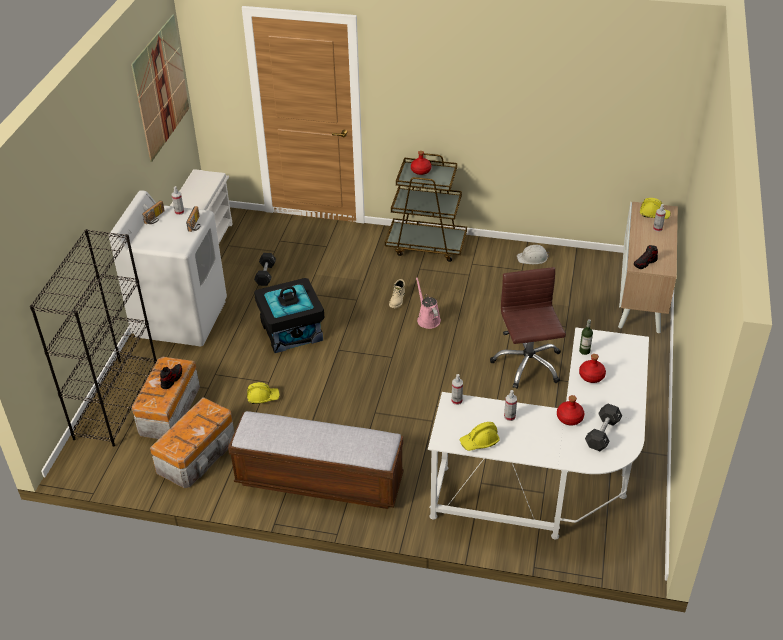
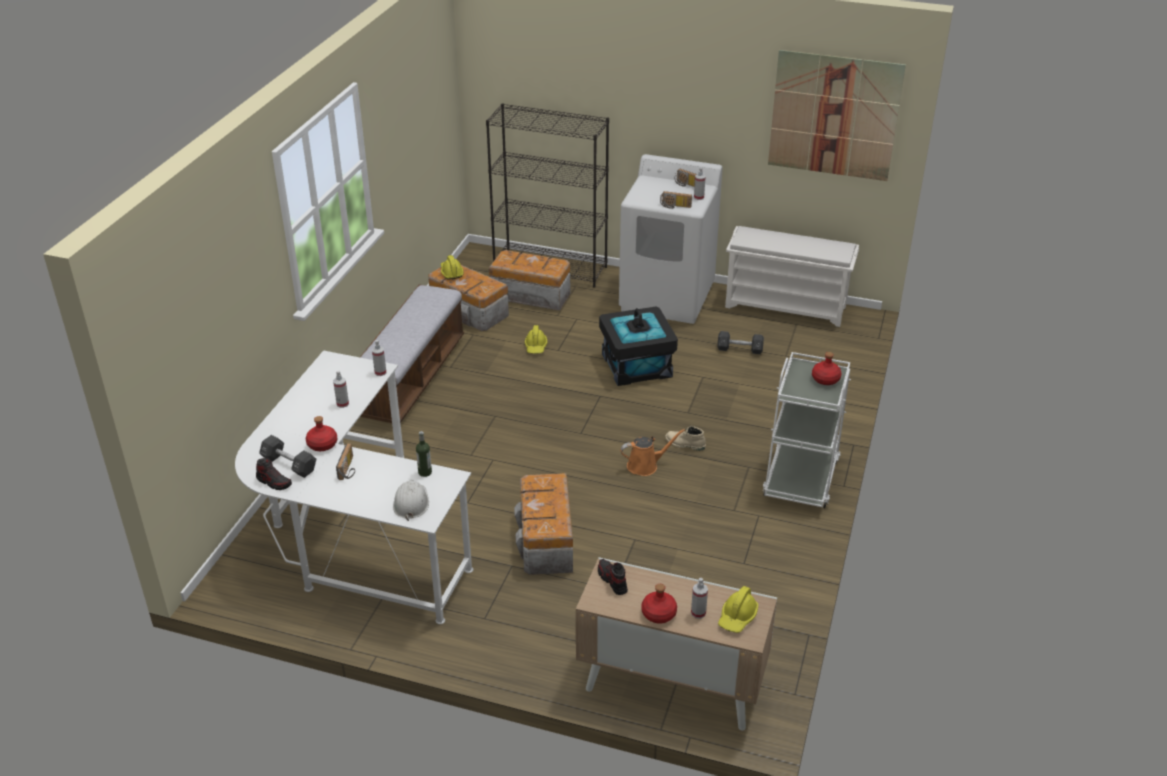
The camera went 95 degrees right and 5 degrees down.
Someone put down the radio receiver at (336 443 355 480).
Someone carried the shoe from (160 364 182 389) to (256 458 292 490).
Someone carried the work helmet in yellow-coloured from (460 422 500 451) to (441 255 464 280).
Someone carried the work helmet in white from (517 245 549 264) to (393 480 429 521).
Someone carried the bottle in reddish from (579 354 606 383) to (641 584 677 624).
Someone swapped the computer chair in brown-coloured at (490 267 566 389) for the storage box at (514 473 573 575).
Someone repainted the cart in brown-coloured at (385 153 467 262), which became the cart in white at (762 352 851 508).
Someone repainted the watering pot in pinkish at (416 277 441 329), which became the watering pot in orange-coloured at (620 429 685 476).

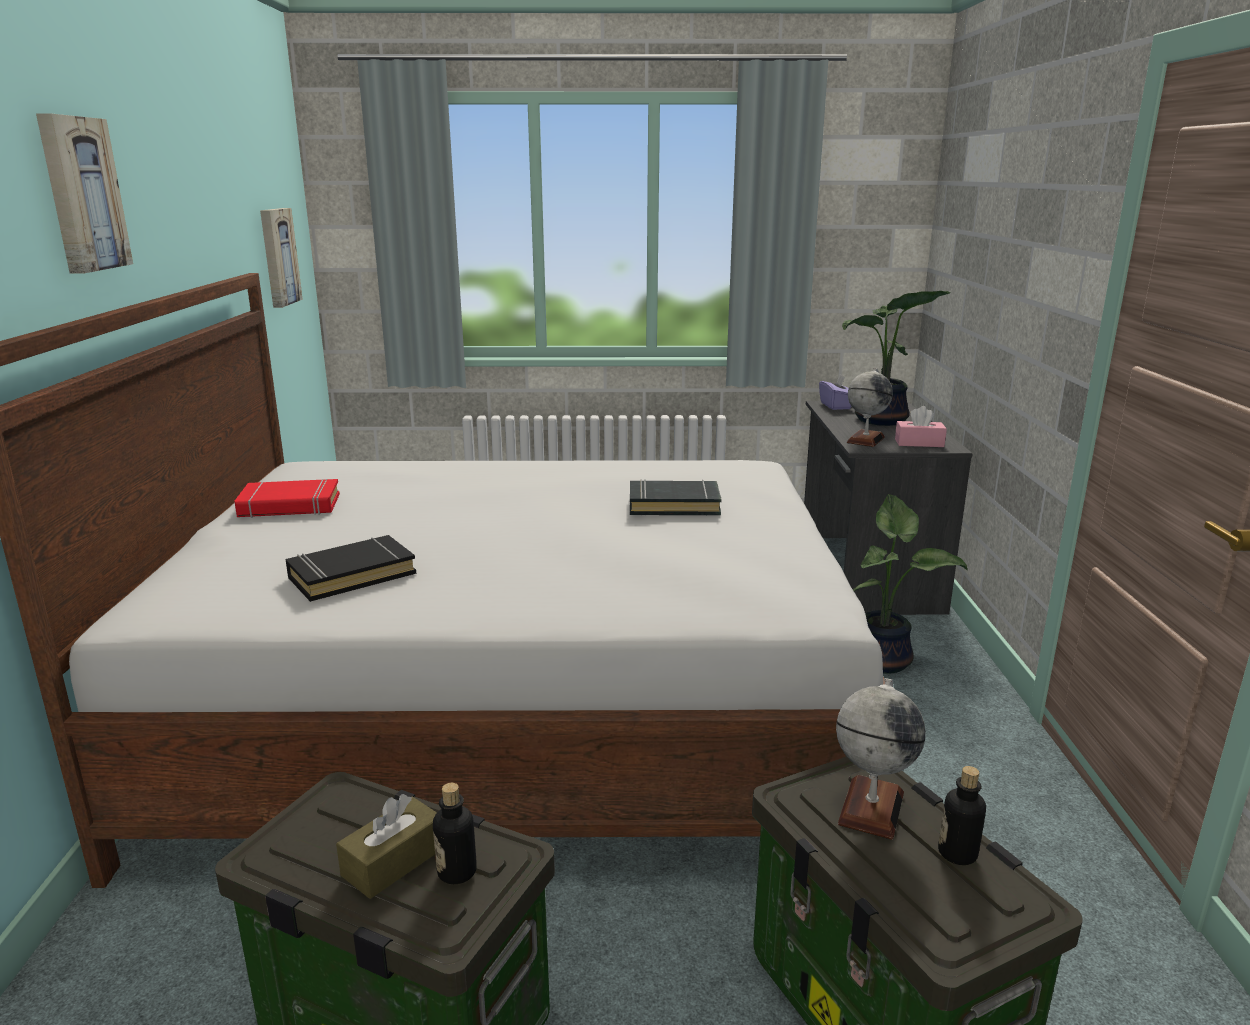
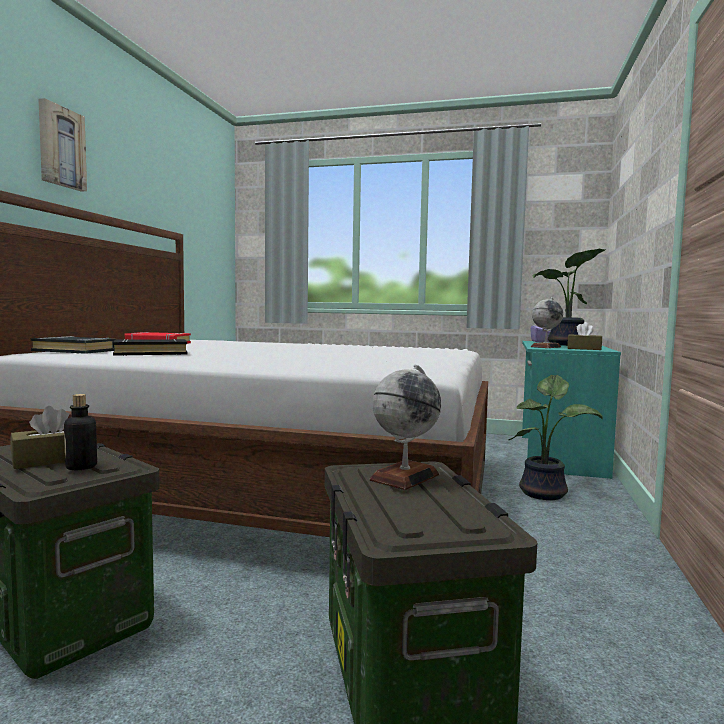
The camera went 15 degrees right and 15 degrees down.
Someone took away the picture at (260 208 303 308).
Someone took away the bottle at (938 766 986 865).
Someone carried the book in blackish from (630 480 722 516) to (31 336 116 354).
Someone repainted the desk in grey at (804 401 973 615), which became the desk in blue-green at (522 341 621 479).
Someone repainted the tissue holder in pinkish at (895 406 947 447), which became the tissue holder in brown-coloured at (567 322 602 350).

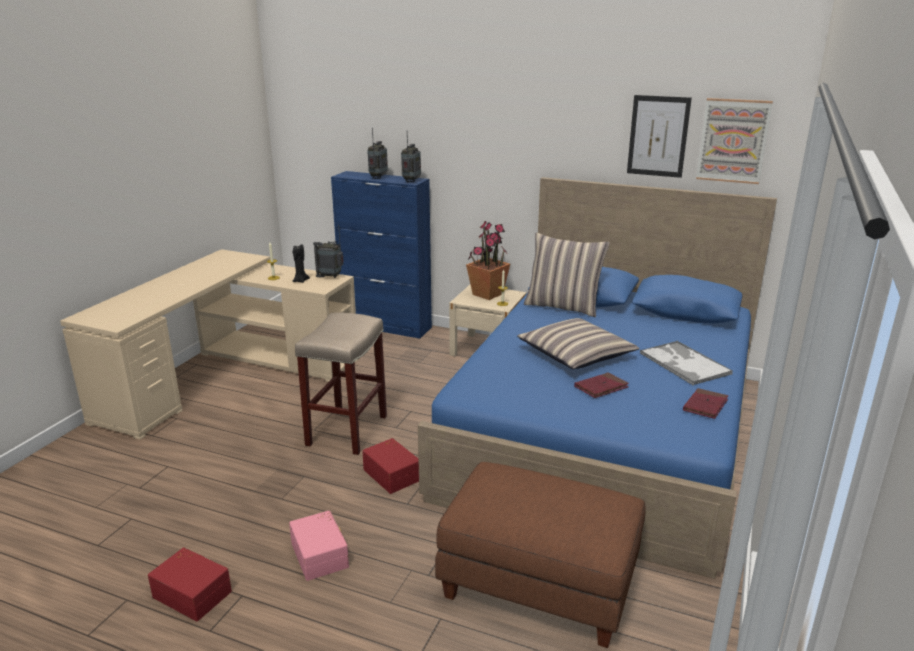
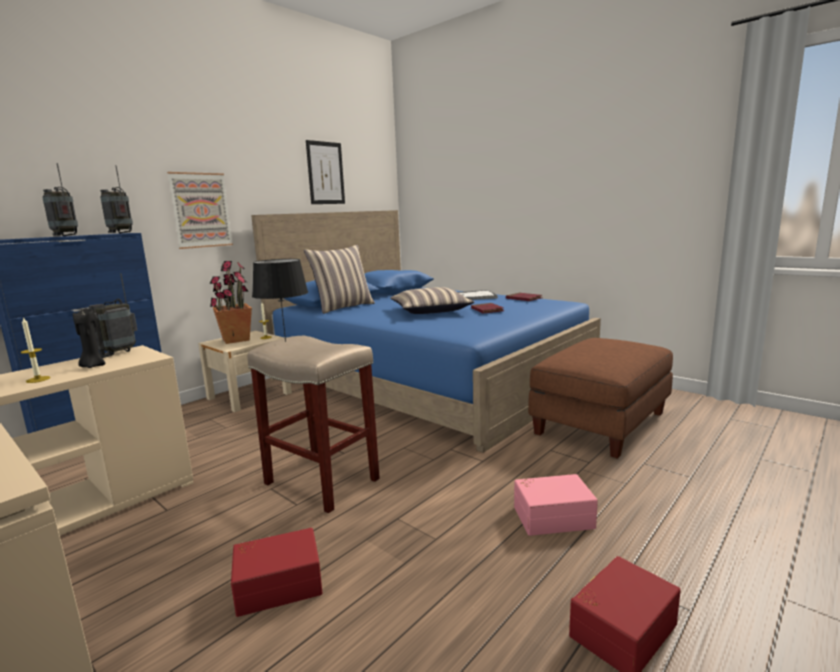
The camera went 70 degrees left and 10 degrees down.
Someone put down the tabletop lamp in blackish at (252 259 308 342).
Someone carried the storage box in reddish from (362 438 419 494) to (231 528 322 617).
Someone carried the picture from (696 98 773 184) to (167 172 233 249).

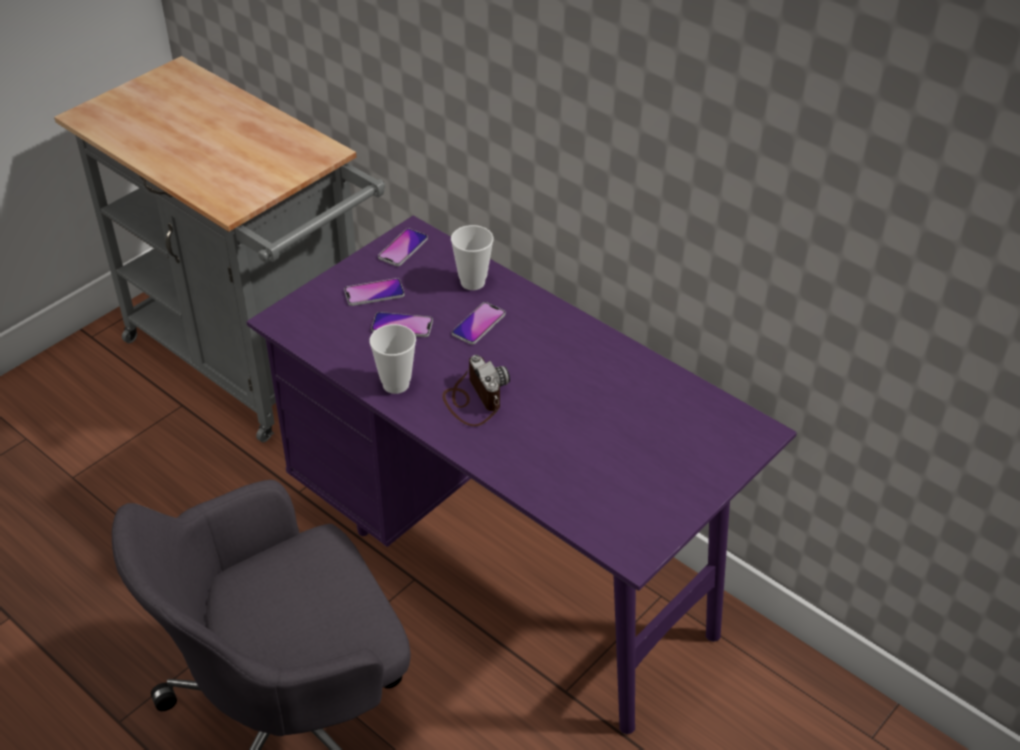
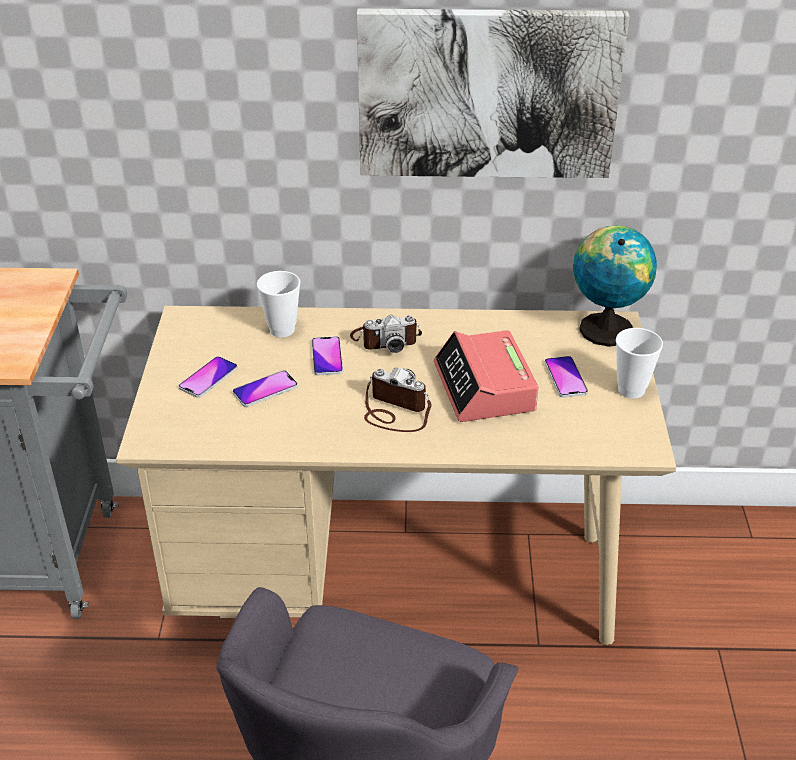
The camera went 40 degrees left and 5 degrees down.
Someone put down the still camera at (350 315 422 353).
Someone put up the picture at (357 9 630 178).
Someone put down the alarm clock at (434 330 538 422).
Someone put down the desk globe at (573 225 657 347).
Someone carried the small cup from (369 324 416 394) to (616 328 663 398).
Someone carried the handset from (378 228 428 266) to (544 356 588 398).
Someone repainted the desk in purple-coloured at (246 216 797 734), which became the desk in beige-coloured at (116 306 676 645).

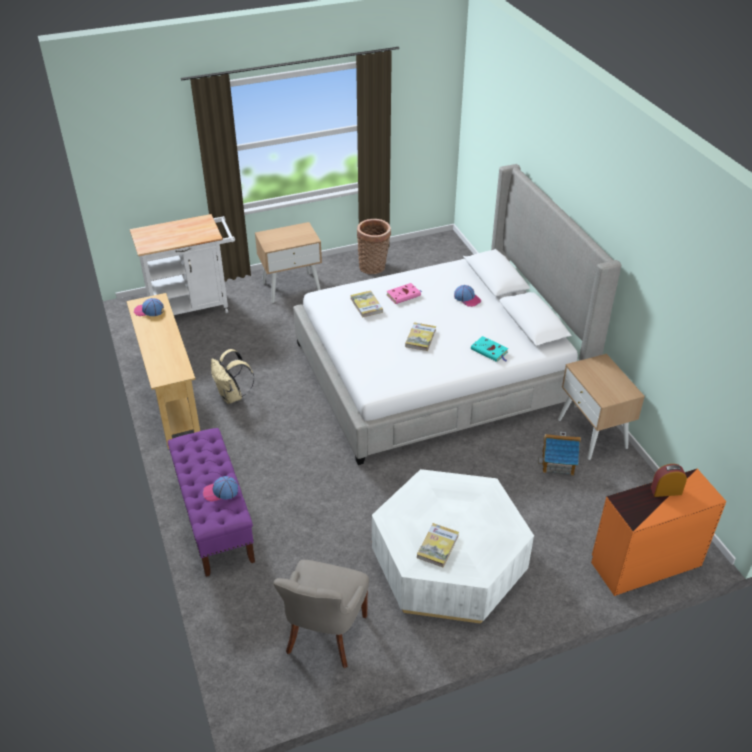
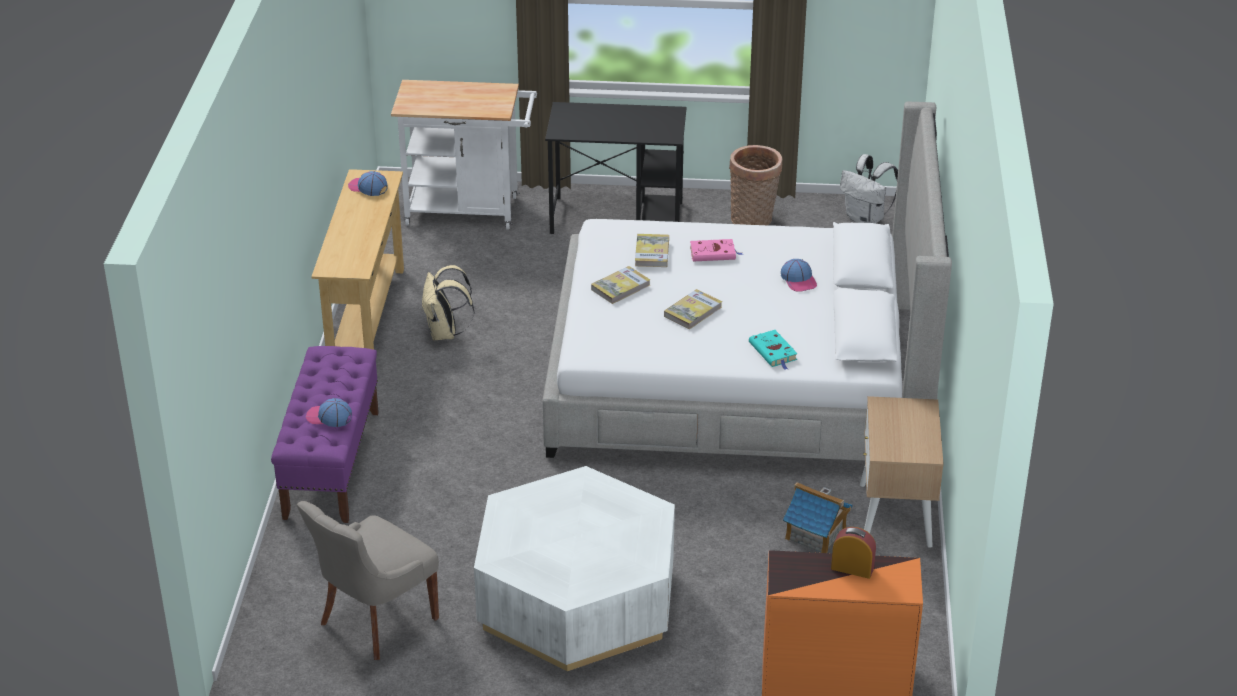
The camera went 25 degrees right and 5 degrees down.
Someone put down the backpack in white at (840 154 898 224).
Someone carried the book from (417 523 459 568) to (591 266 650 304).
Someone swapped the night table in beige-coloured at (255 222 322 303) for the desk in blackish at (545 102 686 234).

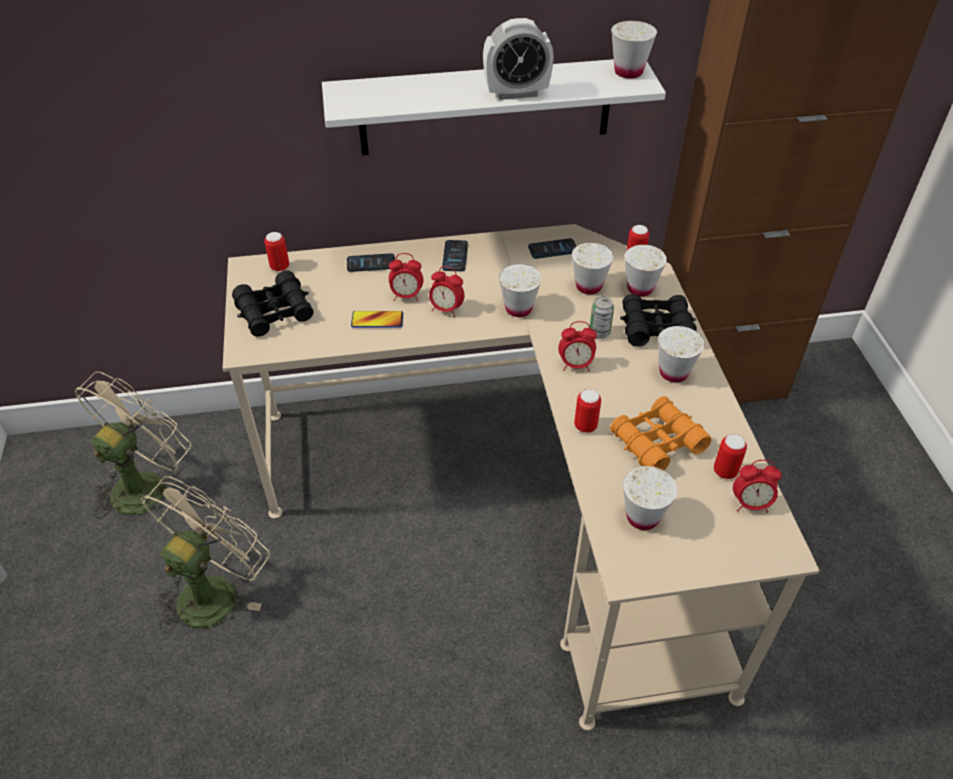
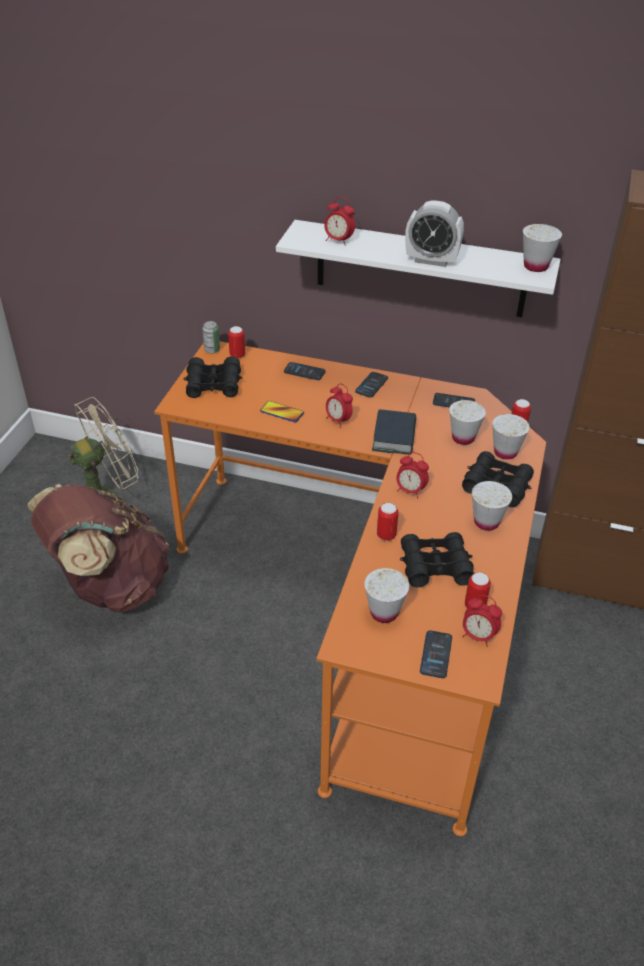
The camera went 25 degrees right and 5 degrees down.
Someone put down the handset at (420 630 452 678).
Someone carried the alarm clock from (389 253 423 301) to (324 197 355 246).
Someone carried the metal can from (590 297 614 339) to (202 321 220 354).
Someone swapped the cooling fan in beige-coloured at (141 476 270 633) for the backpack in brown-coloured at (28 484 170 613).
Someone swapped the small cup in white at (499 264 542 317) for the book at (372 409 416 455).
Someone repainted the desk in beige-coloured at (223 224 820 730), which became the desk in orange-coloured at (154 341 546 836).
Someone repainted the field glasses in orange-coloured at (610 396 712 470), which became the field glasses in blackish at (400 532 474 588).

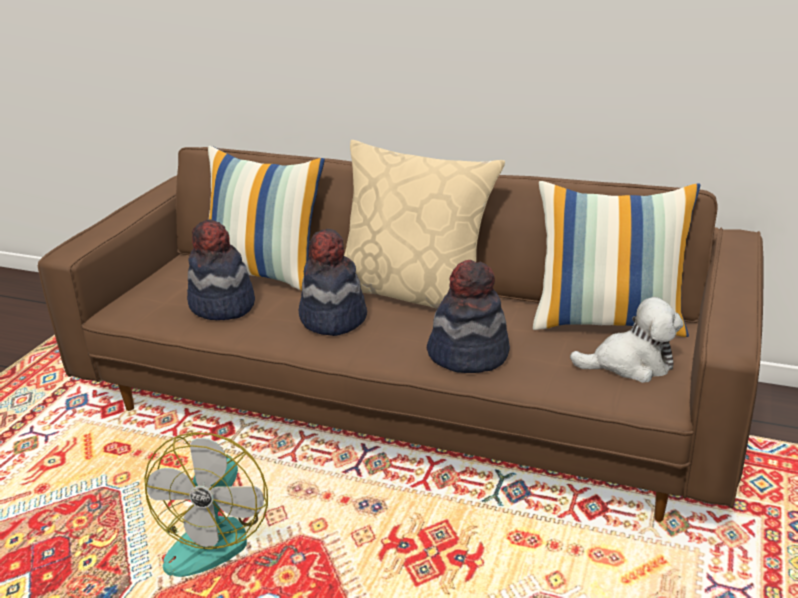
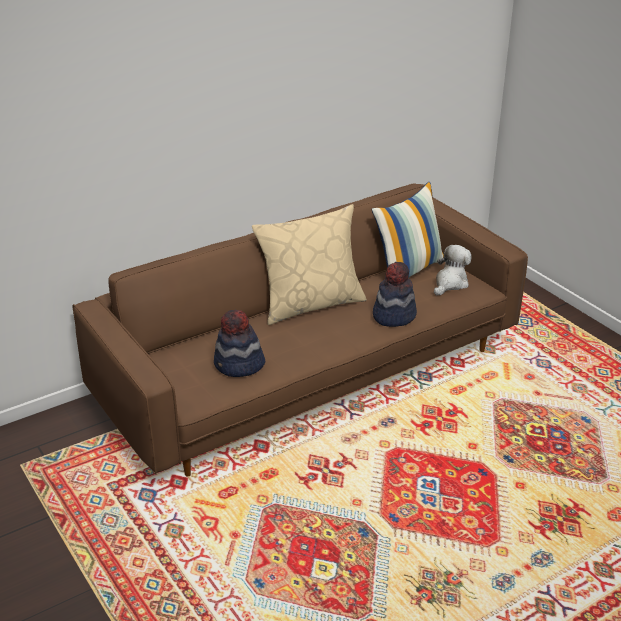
The camera went 55 degrees left and 5 degrees up.
Someone took away the cooling fan at (144 432 268 577).
Someone took away the throw pillow at (208 146 325 291).
Someone took away the clothing hat at (299 229 367 336).

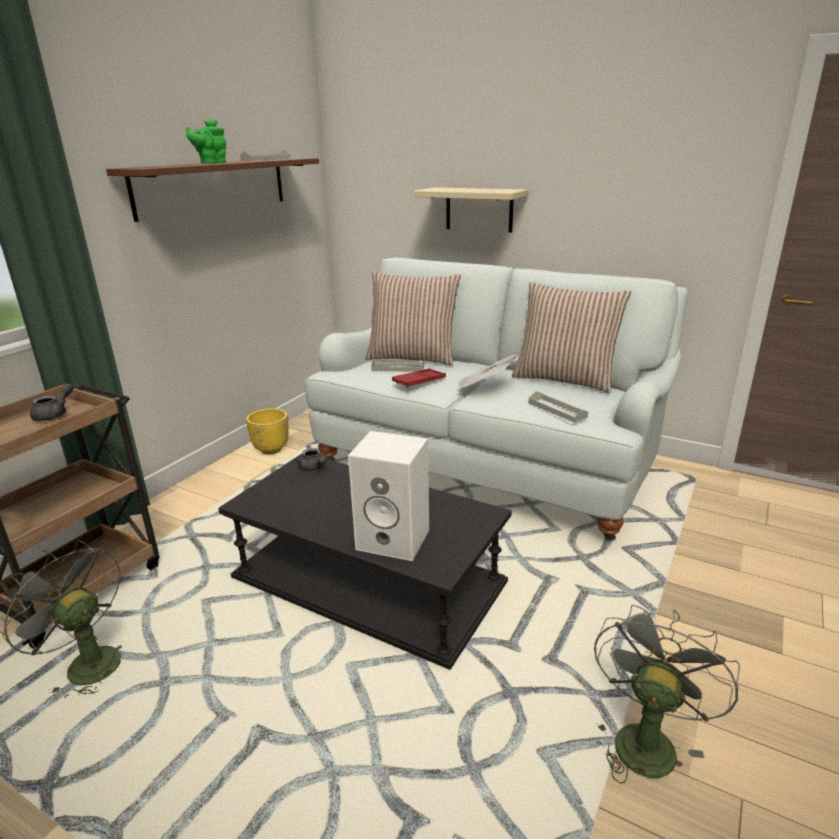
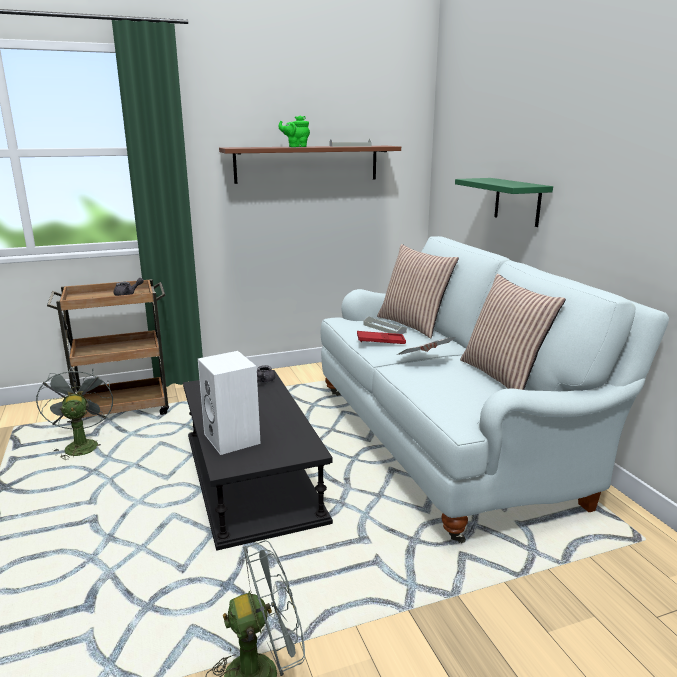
The camera went 40 degrees right and 5 degrees down.
Someone took away the plant pot in yellow-coloured at (246 408 289 454).
Someone took away the tray in grey at (529 391 588 423).
Someone repainted the wall shelf in beige-coloured at (412 187 529 233), which became the wall shelf in greenish at (455 178 553 227).

